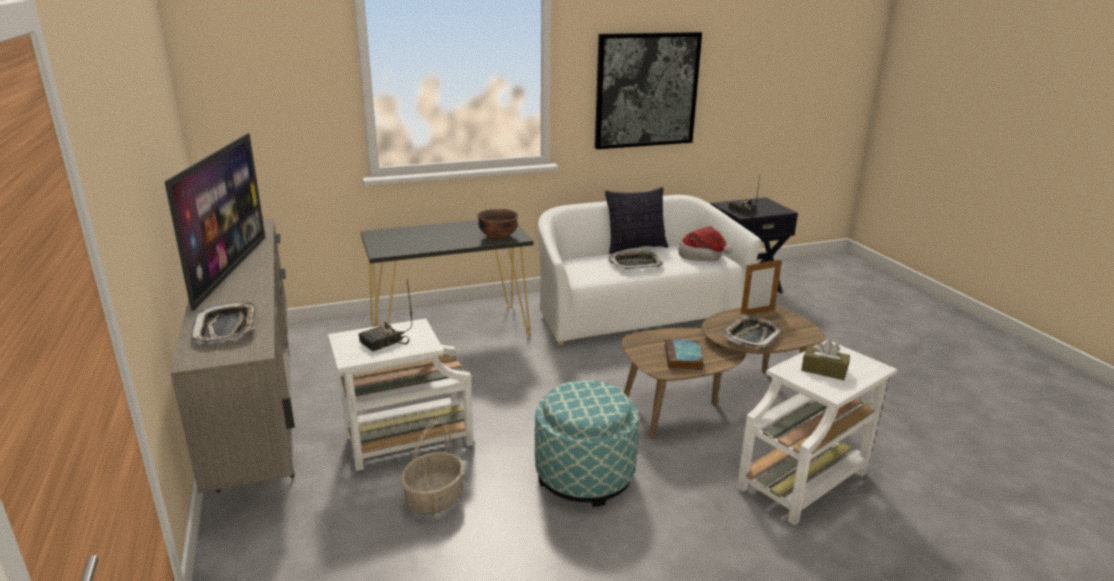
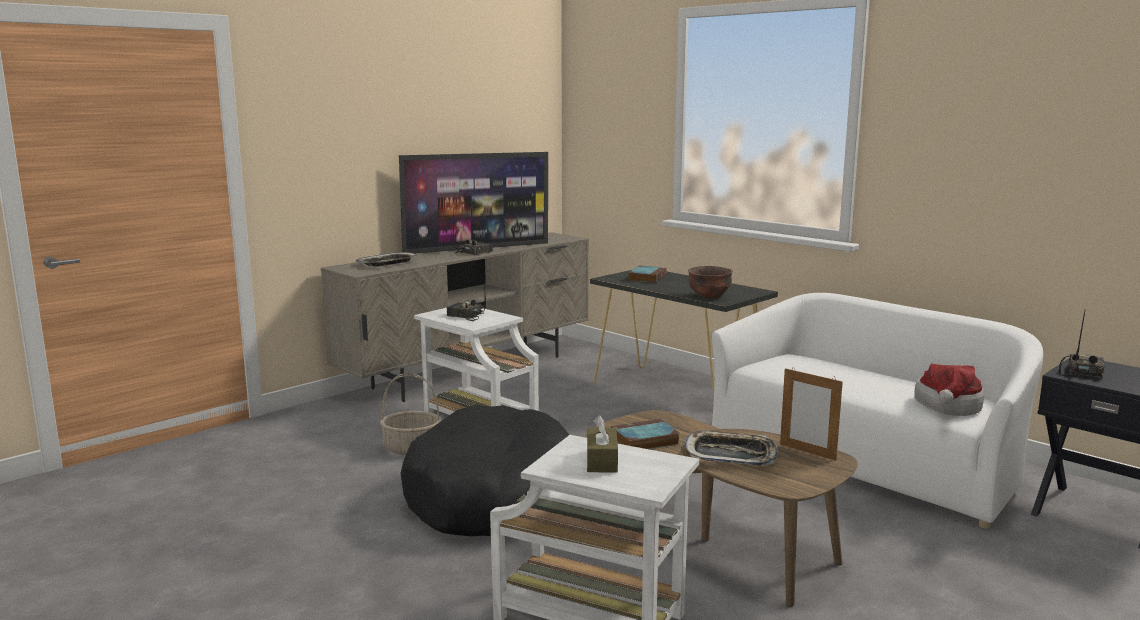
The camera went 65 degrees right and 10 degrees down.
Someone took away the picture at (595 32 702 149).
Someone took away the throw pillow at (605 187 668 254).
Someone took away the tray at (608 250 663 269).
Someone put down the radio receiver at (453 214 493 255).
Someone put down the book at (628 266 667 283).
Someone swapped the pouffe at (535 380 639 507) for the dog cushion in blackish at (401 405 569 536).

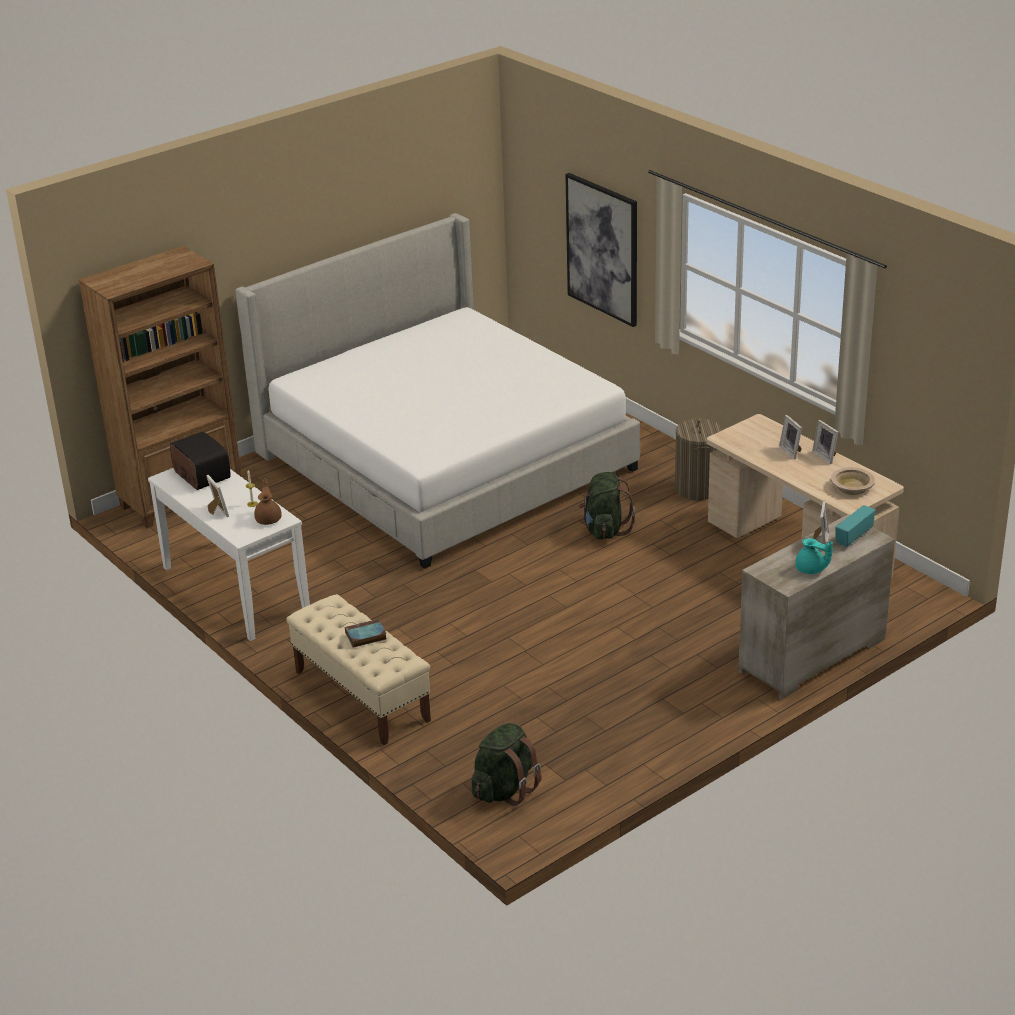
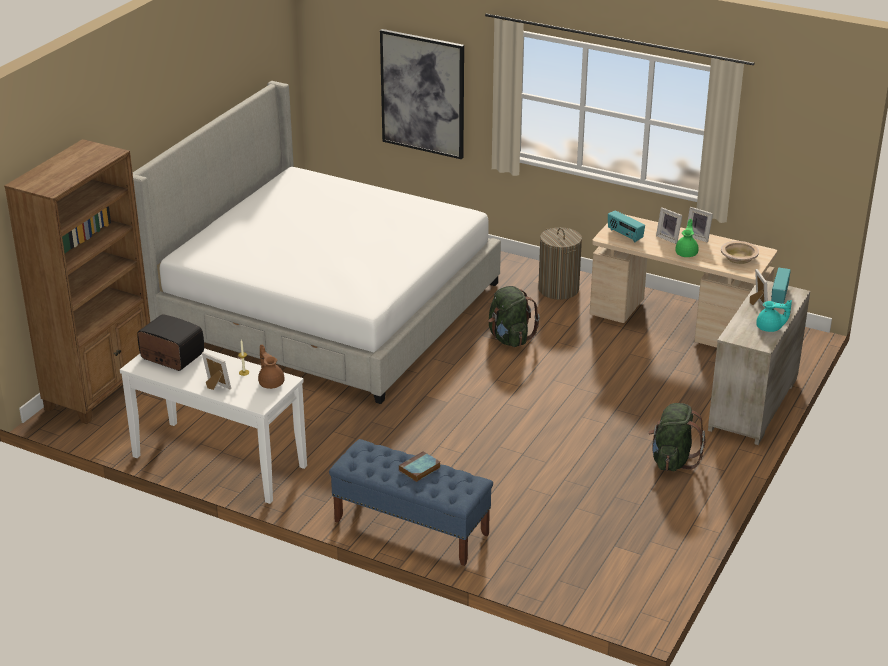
The camera went 25 degrees left and 0 degrees up.
Someone put down the radio receiver at (608 210 645 242).
Someone put down the teapot in greenish at (675 219 699 257).
Someone carried the backpack in greenish from (472 723 541 806) to (648 403 706 471).
Someone repainted the long seat in beige-coloured at (286 594 431 746), which became the long seat in blue at (329 439 493 566).

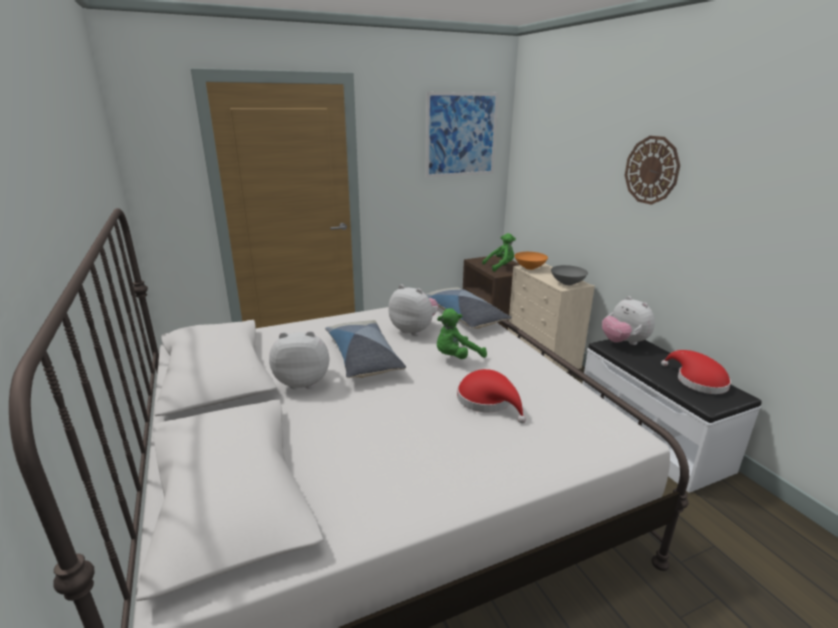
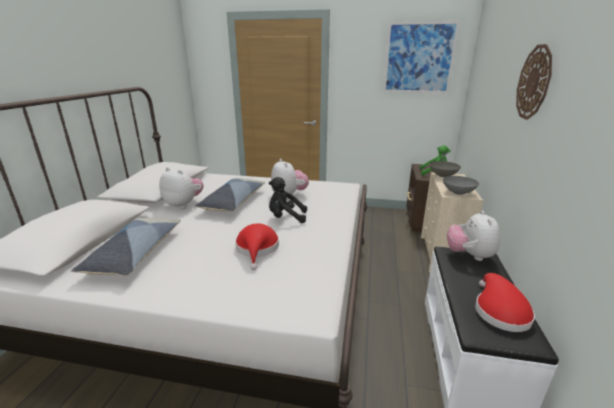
The camera went 35 degrees right and 0 degrees up.
Someone carried the throw pillow from (426 287 512 329) to (71 217 181 276).
Someone repainted the plush toy in greenish at (437 308 487 359), which became the plush toy in blackish at (269 177 307 223).
Someone repainted the serving bowl in orange-coloured at (515 252 548 270), which became the serving bowl in grey at (430 161 461 177).

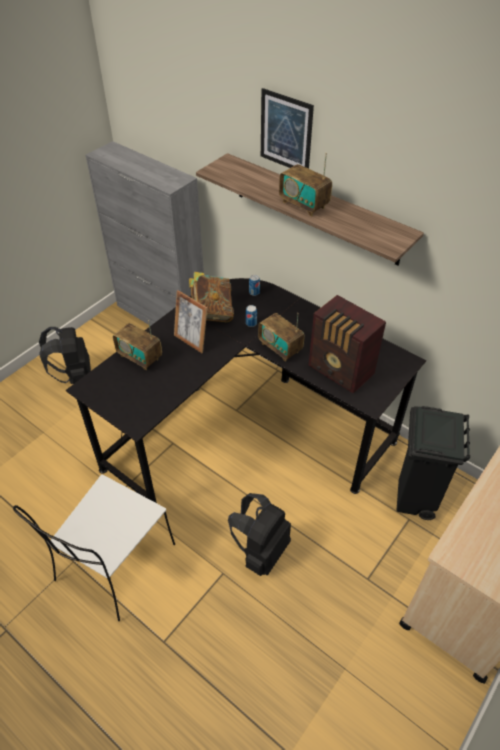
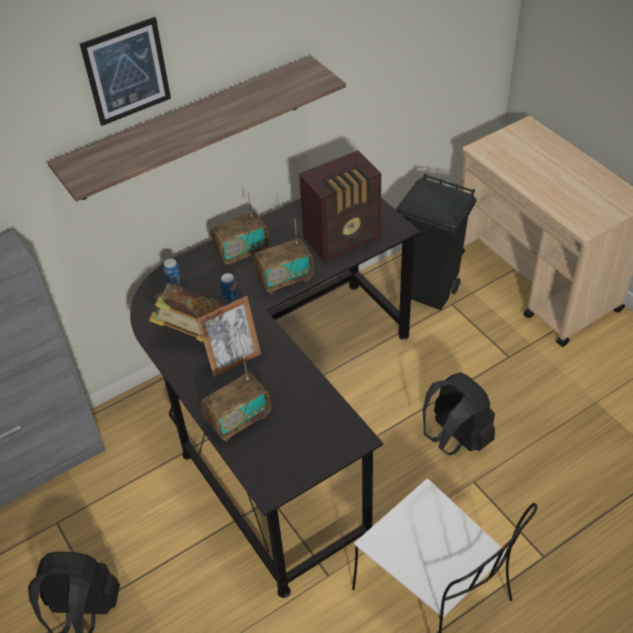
The camera went 70 degrees left and 0 degrees up.
Someone carried the radio receiver from (279 153 332 217) to (210 193 269 267).

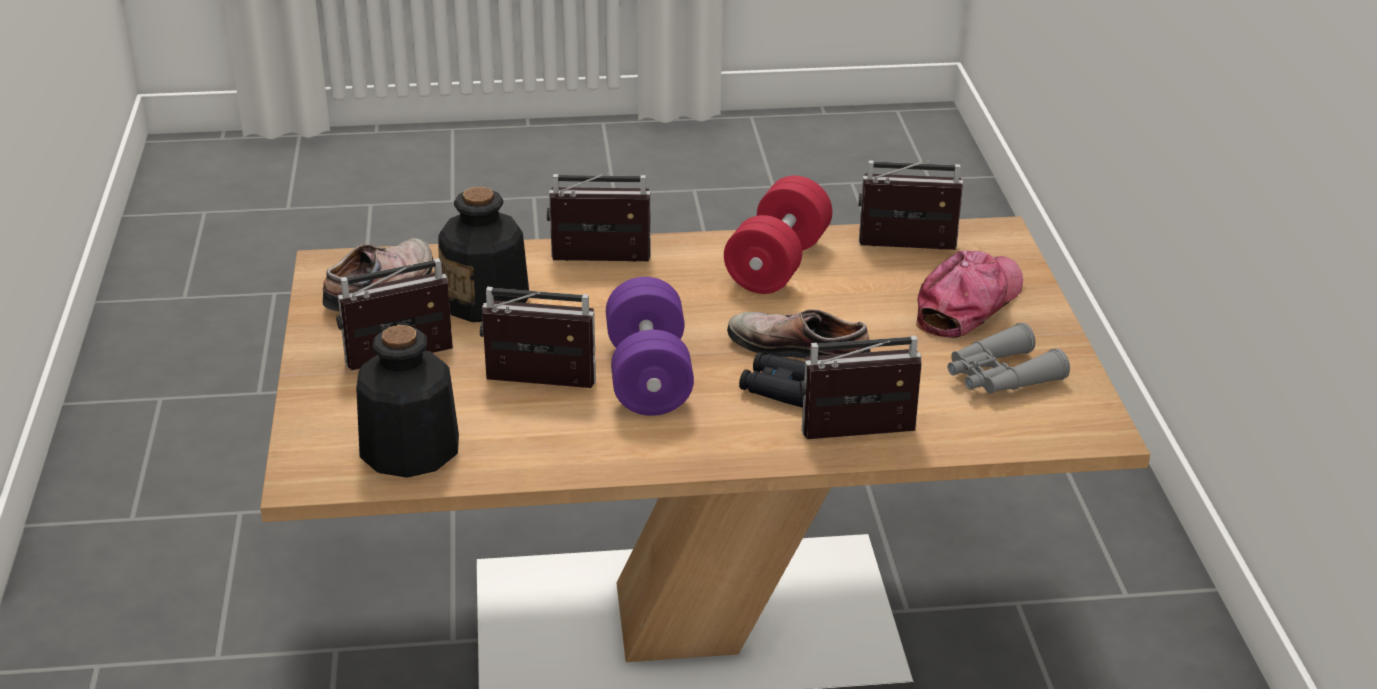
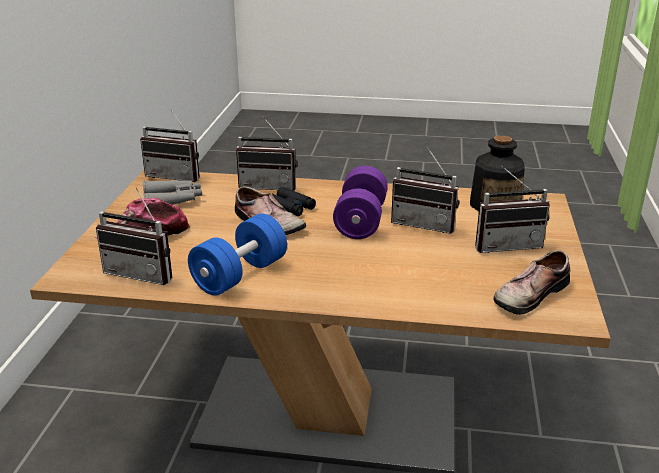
The camera went 165 degrees left and 5 degrees down.
Someone took away the bottle at (438 187 529 322).
Someone carried the radio receiver from (547 172 651 262) to (140 108 200 182).
Someone repainted the free weight in reddish at (724 176 832 294), which became the free weight in blue at (188 213 287 296).

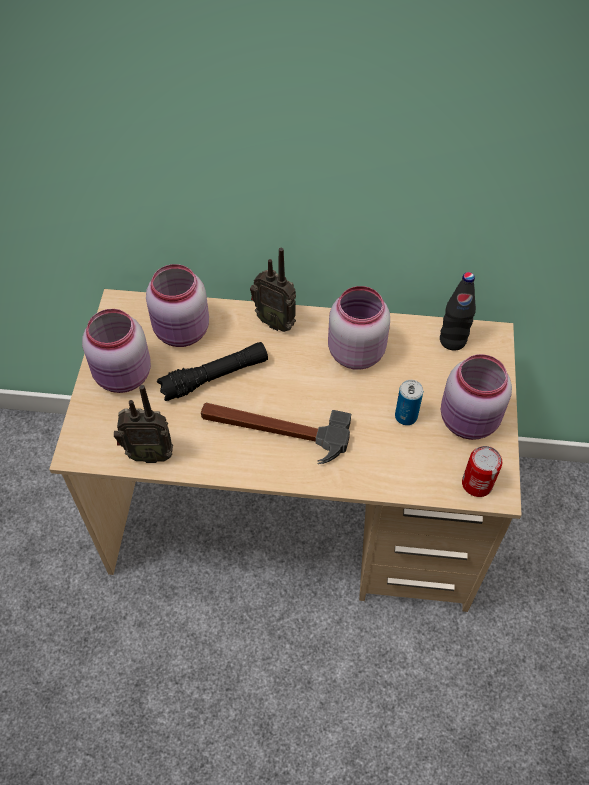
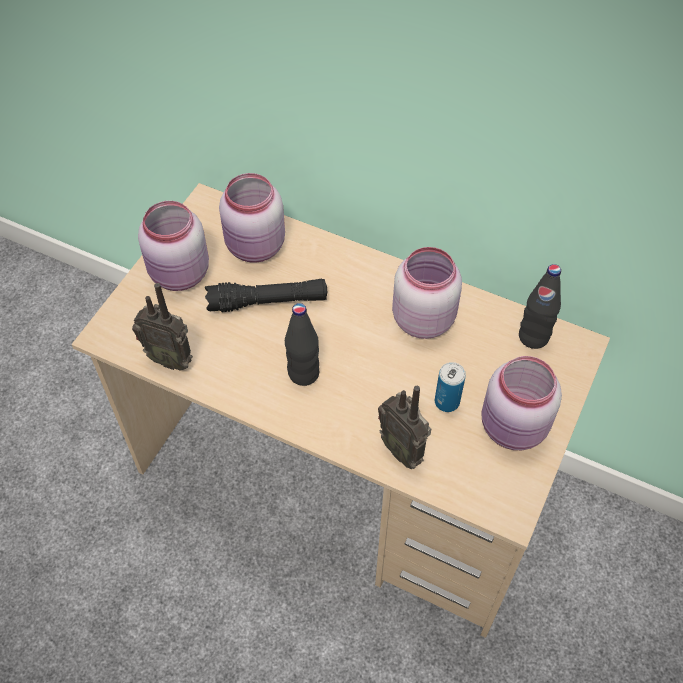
The camera went 20 degrees right and 0 degrees up.
Someone took away the metal can at (462 446 502 497).
Someone carried the radio receiver from (250 248 296 332) to (378 386 431 469).
Someone swapped the hammer at (201 402 351 464) for the bottle in blackish at (285 303 319 386).

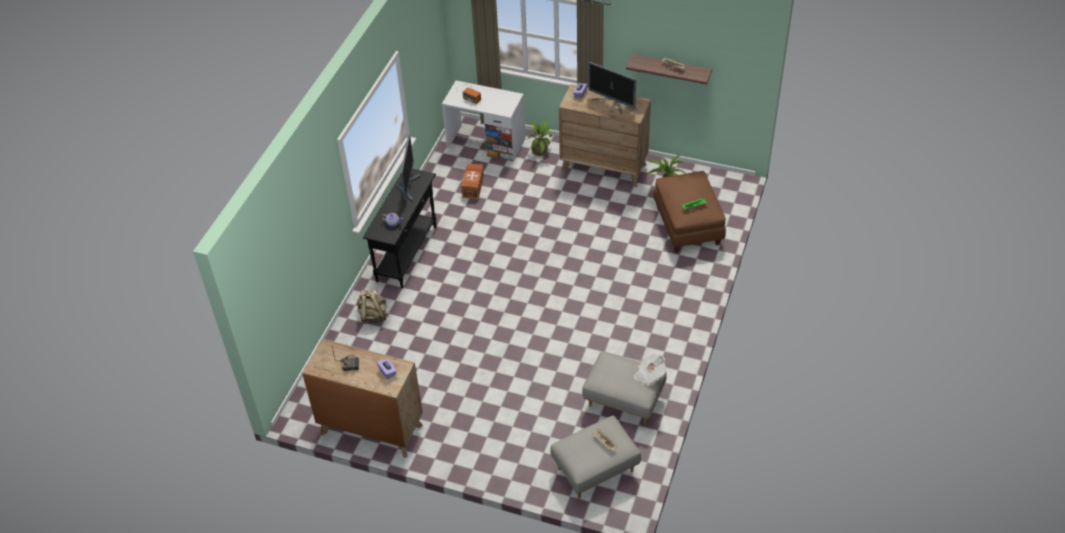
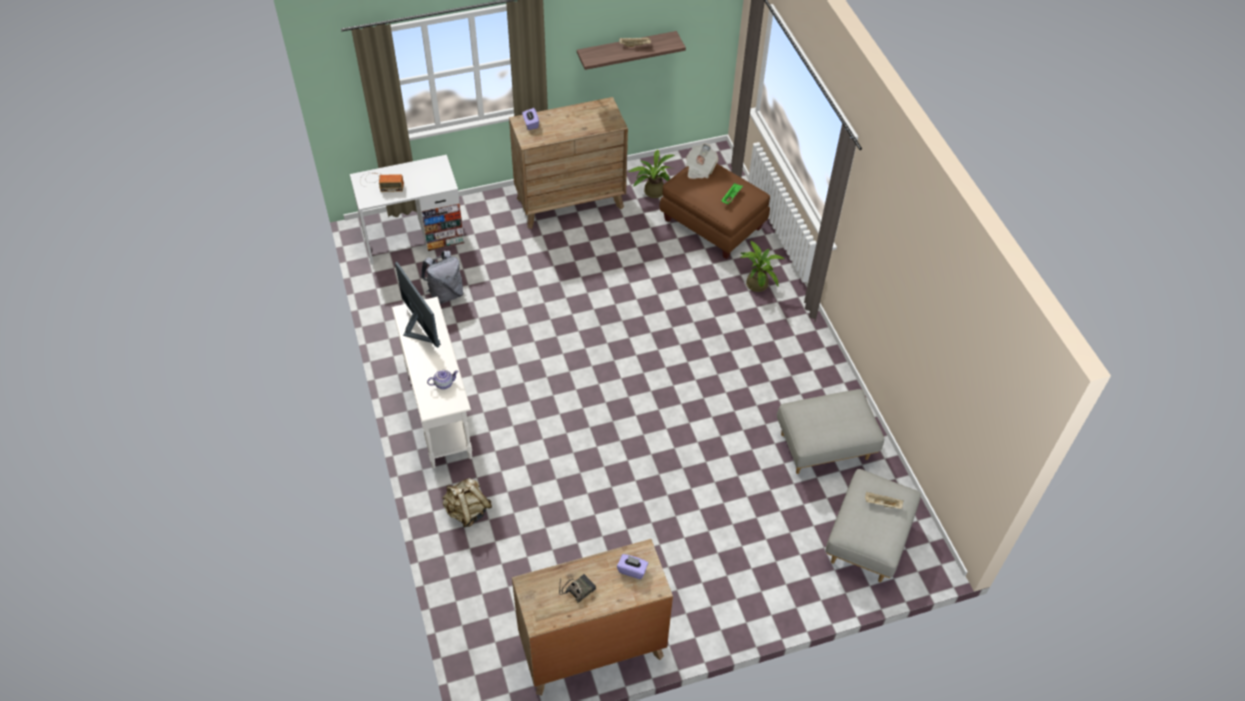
The camera went 40 degrees left and 5 degrees up.
Someone took away the monitor at (588 62 636 114).
Someone carried the houseplant from (526 119 553 156) to (741 241 786 292).
Someone carried the printed paper from (634 354 666 386) to (686 144 718 179).
Someone swapped the storage box in brown-coloured at (461 164 484 199) for the backpack in grey at (421 251 463 304).
Someone repainted the console table in blackish at (363 169 436 288), which became the console table in white at (392 297 472 469).

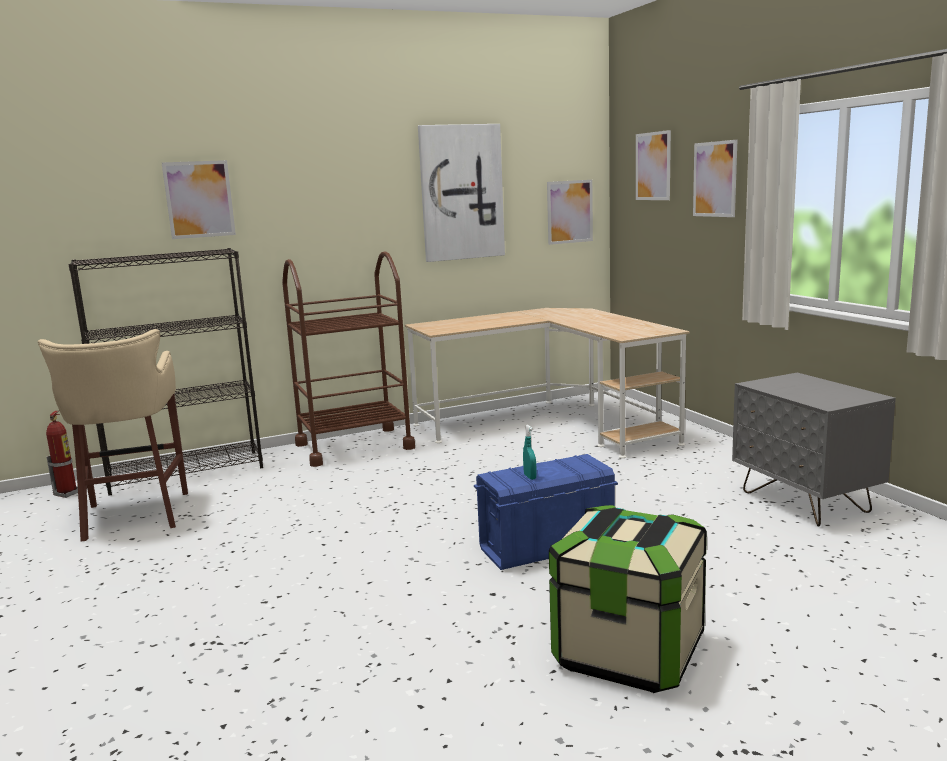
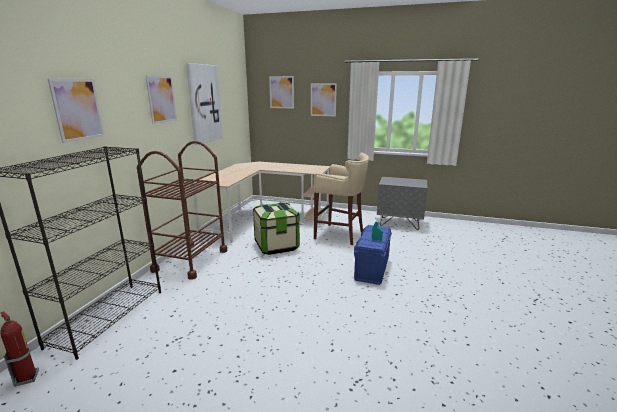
The camera went 50 degrees left and 5 degrees up.
Someone carried the stool in beige-coloured from (38 329 188 541) to (313 153 369 245).
Someone carried the picture from (547 180 593 245) to (145 76 177 124).
Someone carried the storage box from (549 505 707 693) to (253 202 300 255).

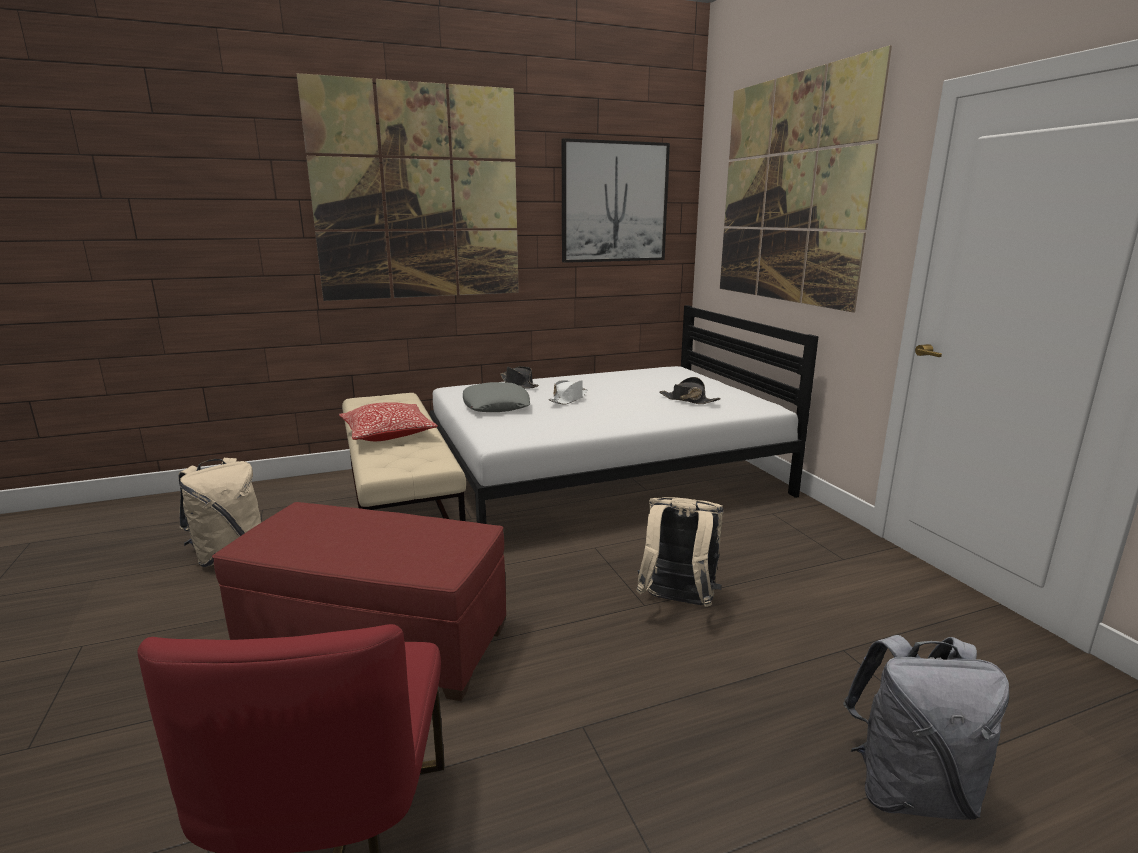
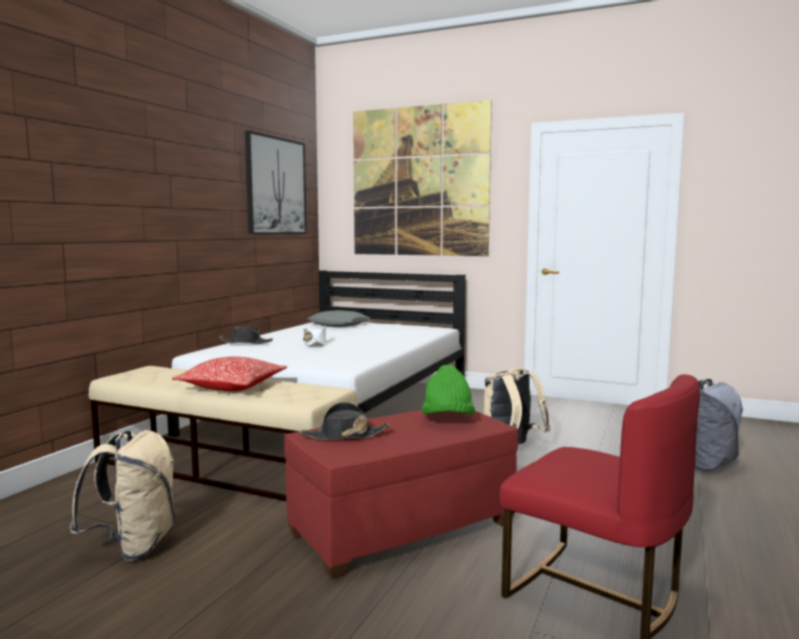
The camera went 45 degrees left and 10 degrees down.
Someone took away the picture at (297 73 519 301).
Someone put down the clothing hat in greenish at (421 365 475 415).
Someone carried the throw pillow in grey from (463 382 530 412) to (307 310 370 327).
Someone carried the clothing hat in blackish from (660 377 721 404) to (300 402 390 440).

